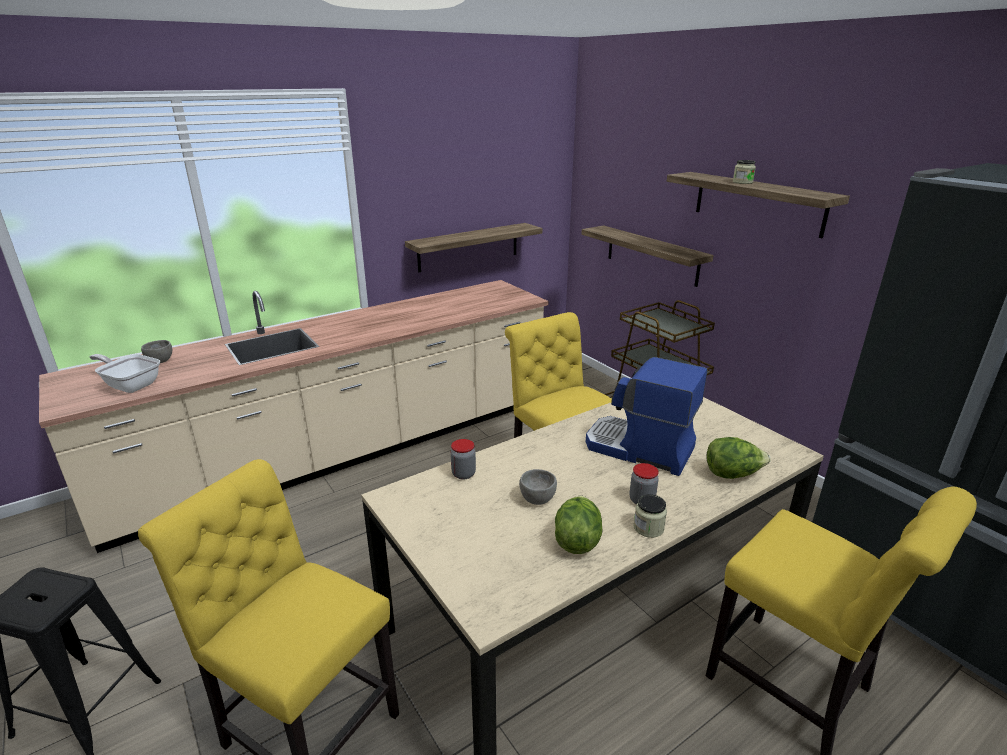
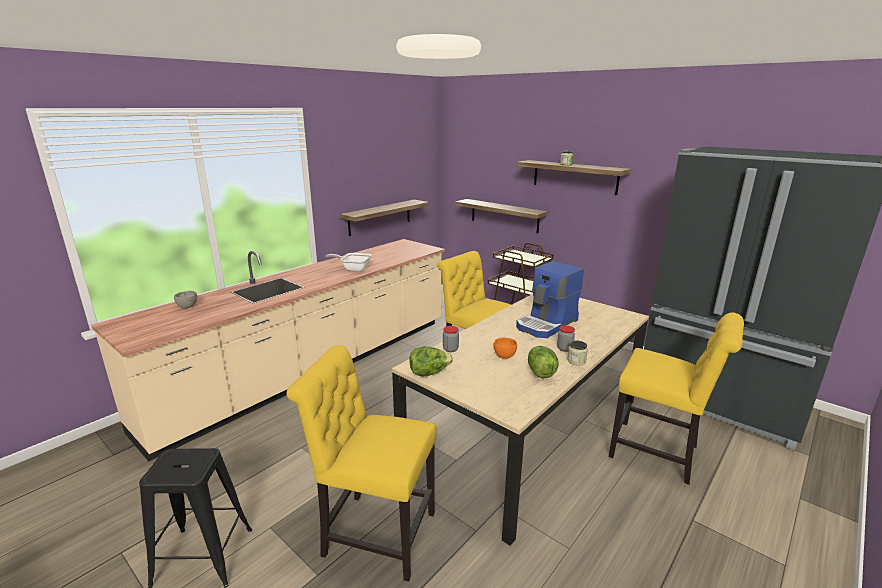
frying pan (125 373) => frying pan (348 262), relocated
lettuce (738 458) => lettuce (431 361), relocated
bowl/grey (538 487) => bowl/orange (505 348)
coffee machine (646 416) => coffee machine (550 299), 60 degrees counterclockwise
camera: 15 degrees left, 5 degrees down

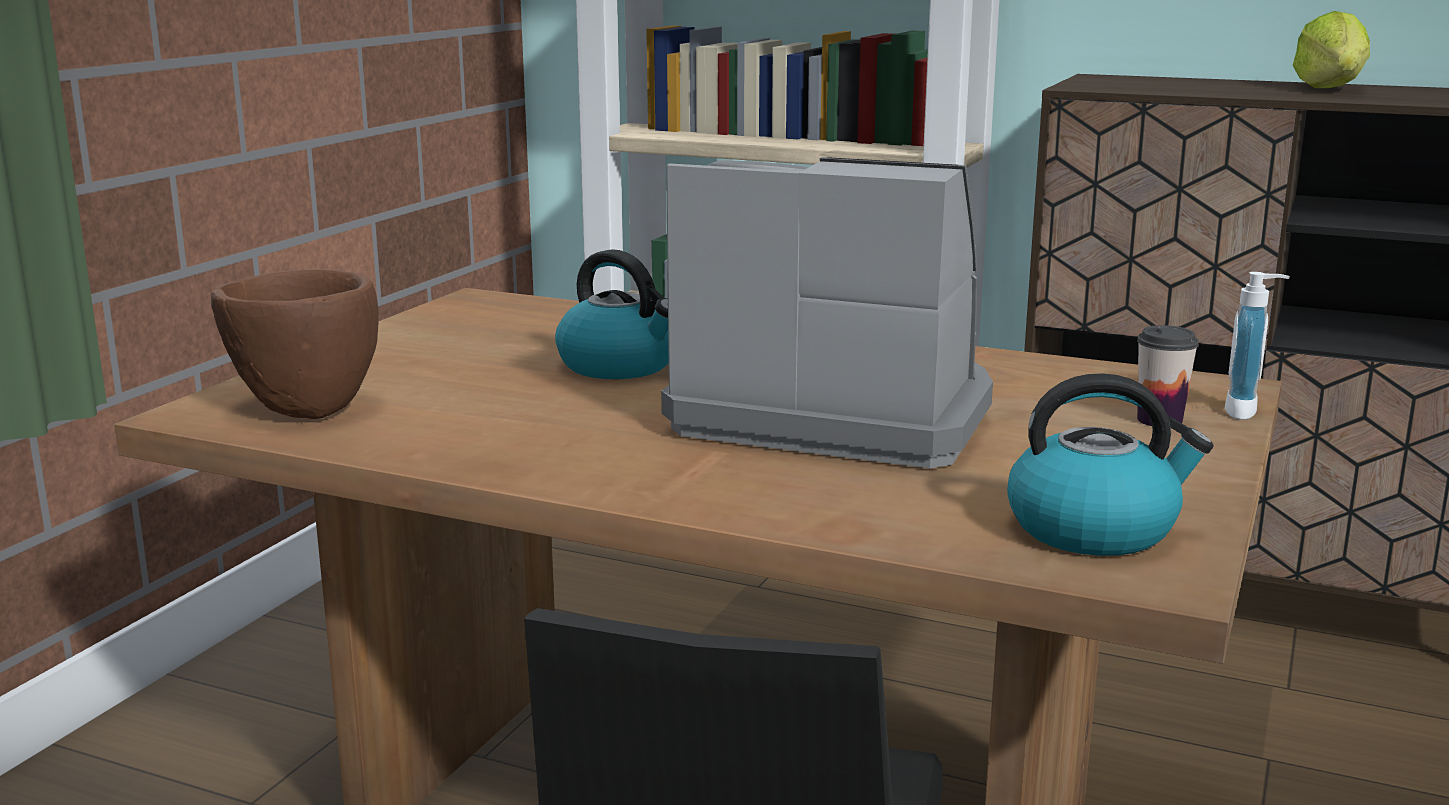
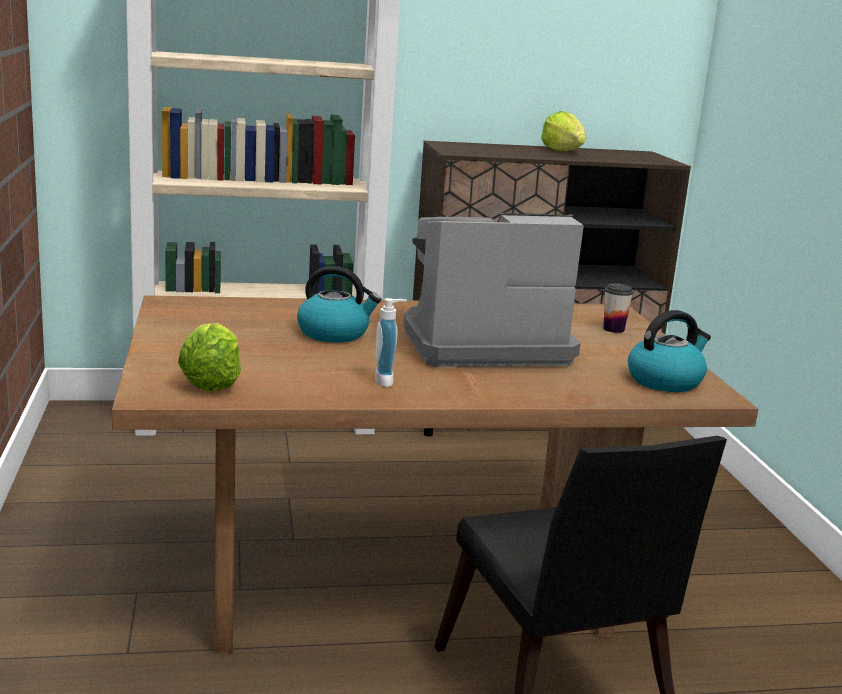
soap dispenser (1257 346) => soap dispenser (391 342), relocated
bowl/brown (295 344) => lettuce (209 357)
camera: 35 degrees left, 0 degrees up

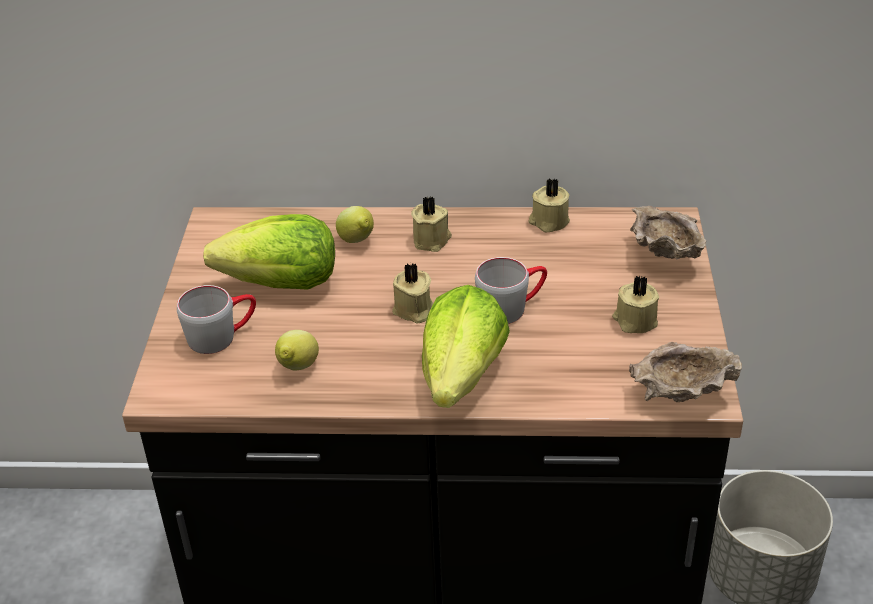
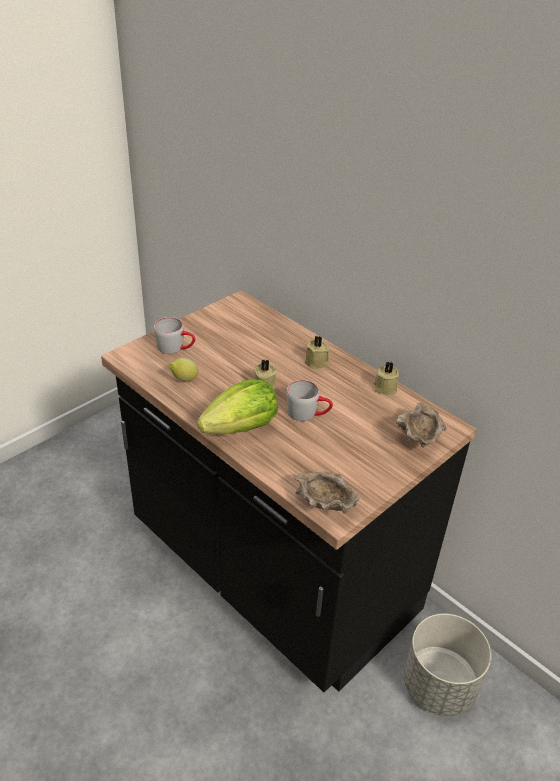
lettuce (269 252) => nothing
lemon (355 224) => nothing
candle/beige (635 304) => nothing
camera: 40 degrees right, 0 degrees up

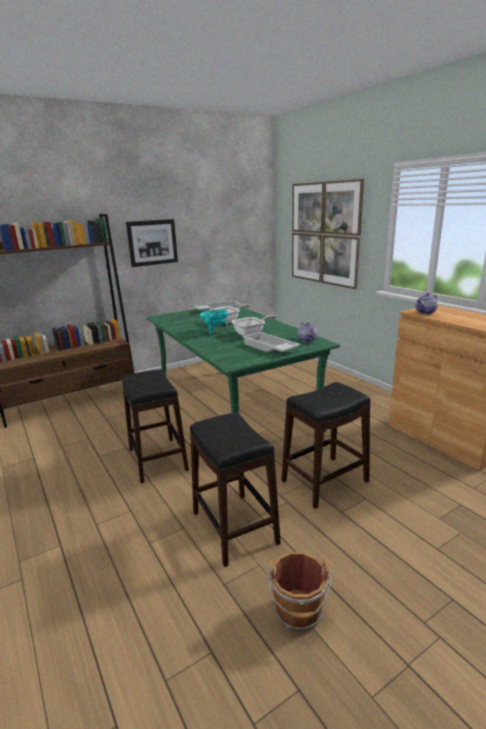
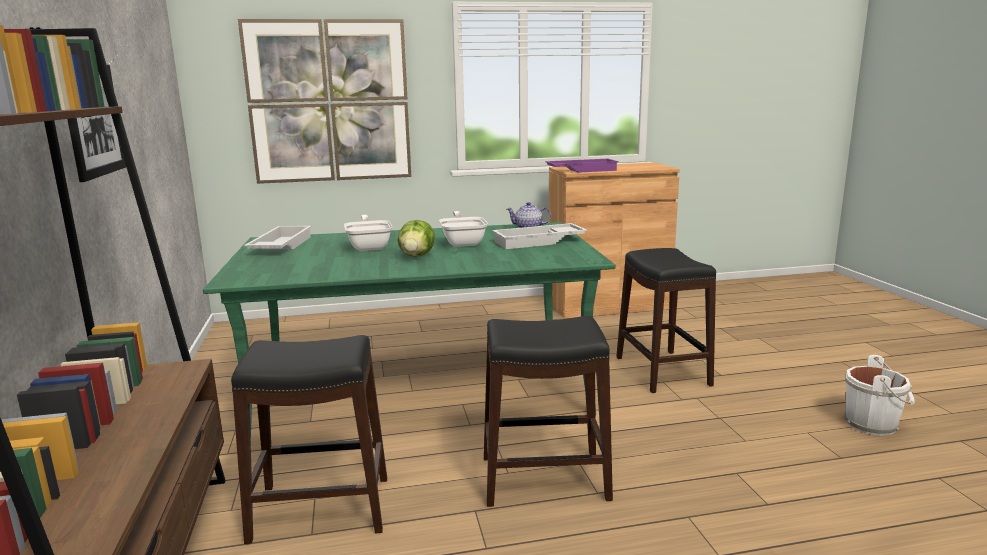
stool/black (235 490) => stool/black (309 439), relocated
cooking pot/turquoise (214 322) => lettuce (416 238)
teapot (426 303) => tray/purple (582 166)
bucket/brown (299 592) => bucket/white (879 395)
camera: 70 degrees left, 5 degrees down

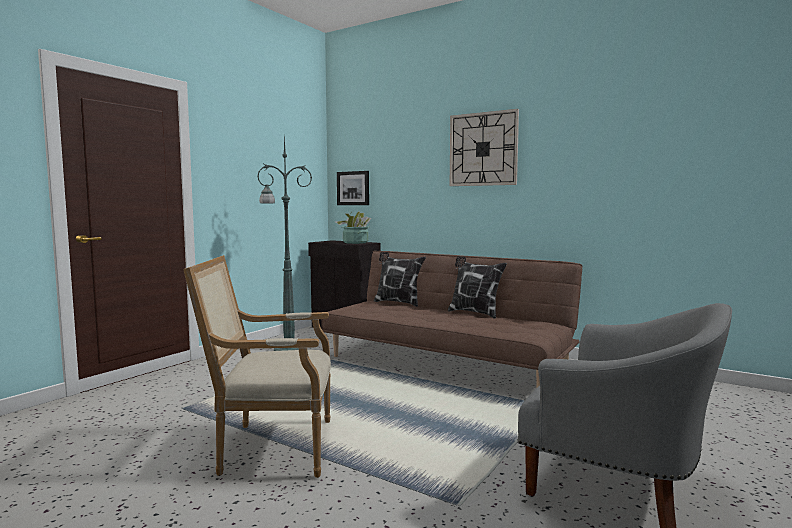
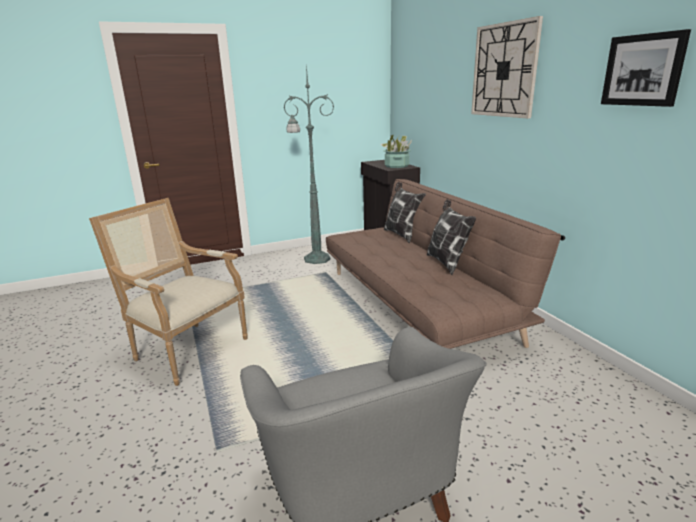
picture (353 188) => picture (646 68), relocated
camera: 35 degrees right, 15 degrees up

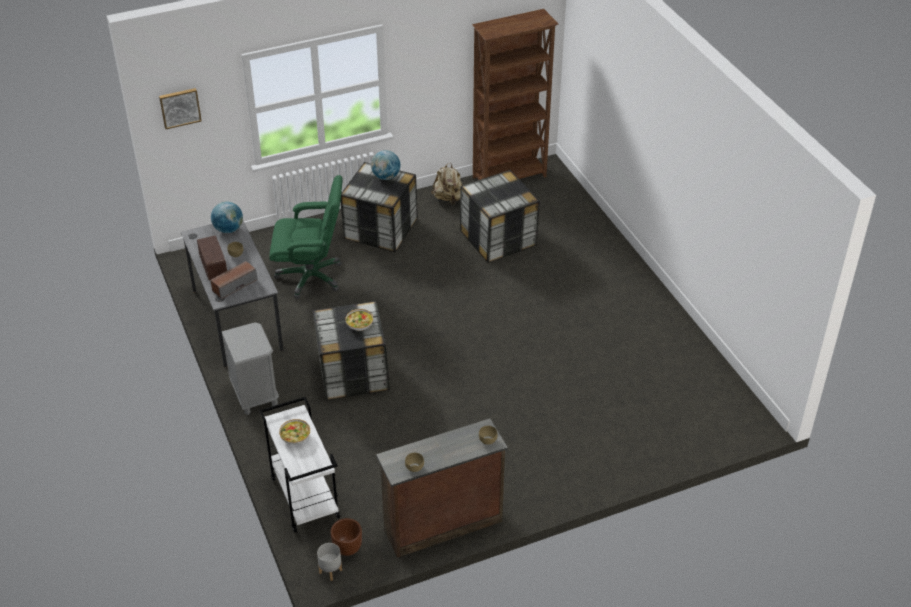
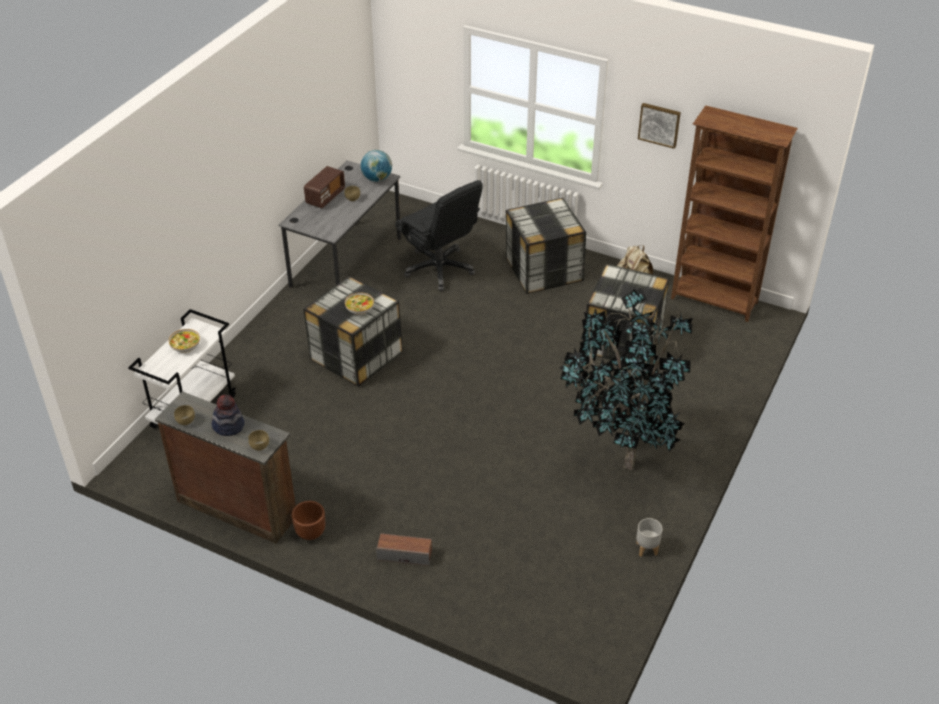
nightstand/grey (250 368) => nothing
globe (385 165) => nothing
nothing => hat (228 415)
nothing => potted plant (626 379)
picture (180 108) => picture (659 126), relocated
speaker (233 280) => speaker (404 549), relocated
planter/grey (329 562) => planter/grey (649 537), relocated
planter/brown (346 537) => planter/brown (308 520), relocated
office chair/green (306 237) => office chair/black (439 235)
camera: 50 degrees right, 0 degrees up

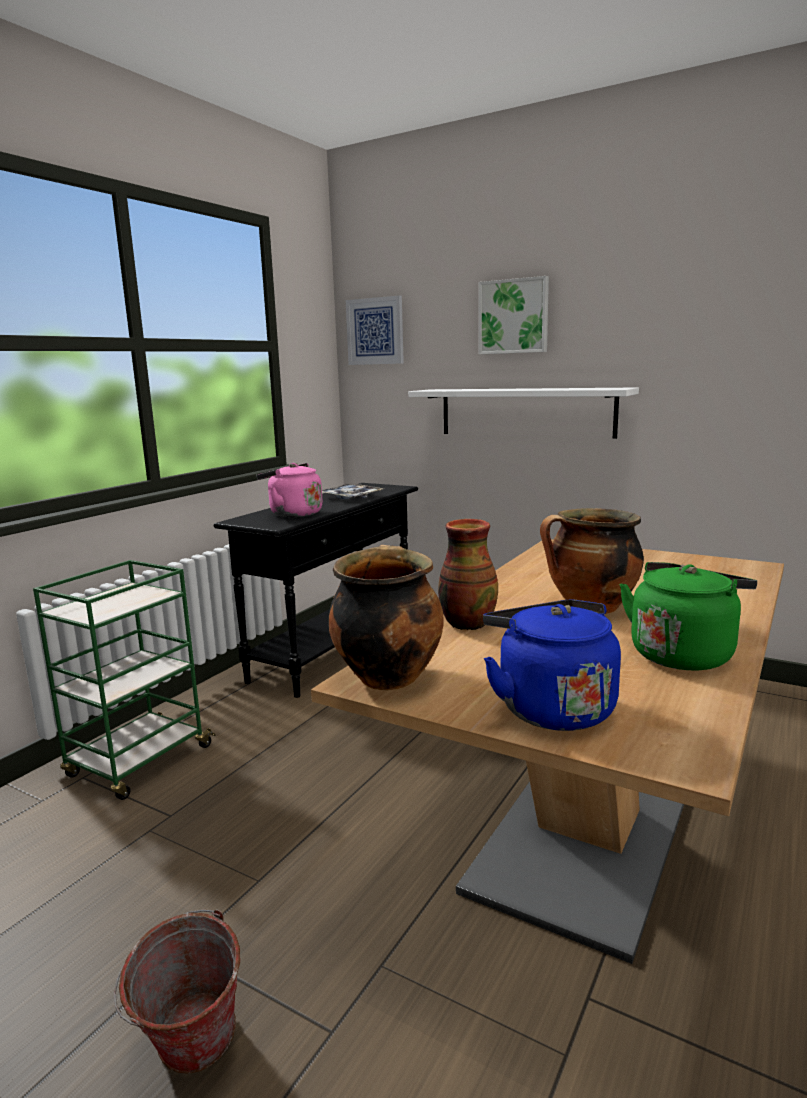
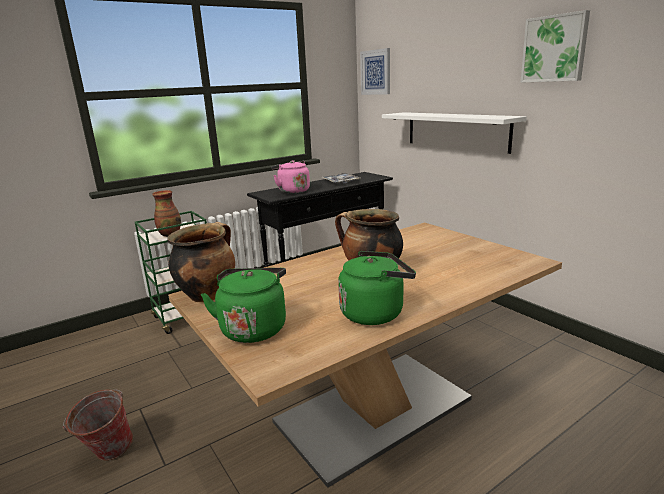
vase (468 574) => vase (166 213), relocated
picture (514 315) => picture (555 46), relocated
kettle/blue (552 665) => kettle/green (243 305)
camera: 25 degrees right, 5 degrees up

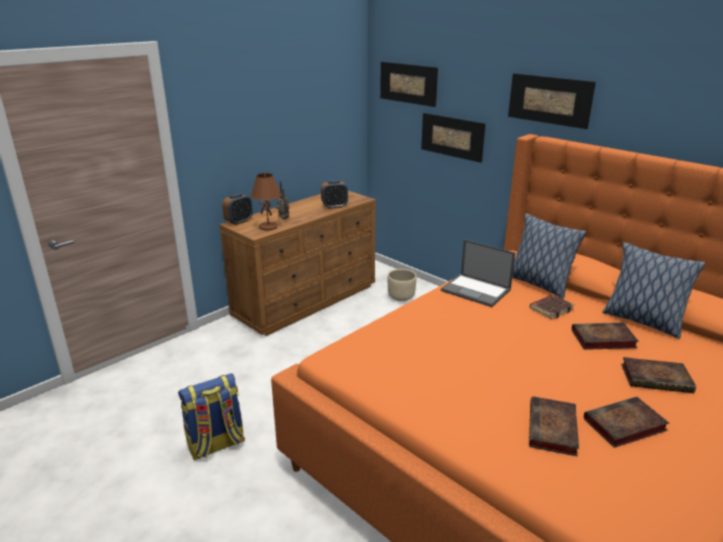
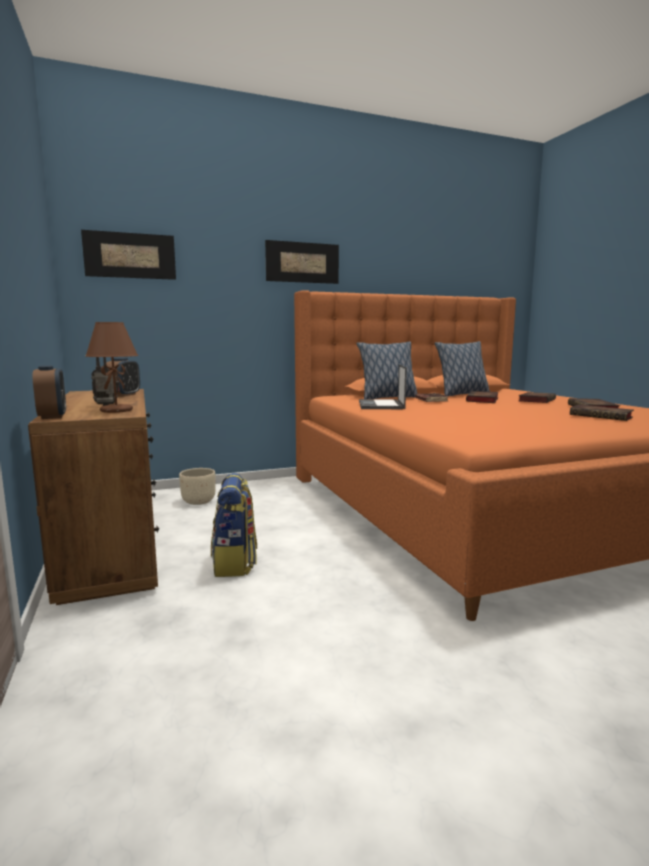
picture (453 138) => nothing
backpack (211 417) => backpack (234 525), relocated
laptop (478 273) => laptop (383 386), 120 degrees clockwise
camera: 65 degrees left, 15 degrees down

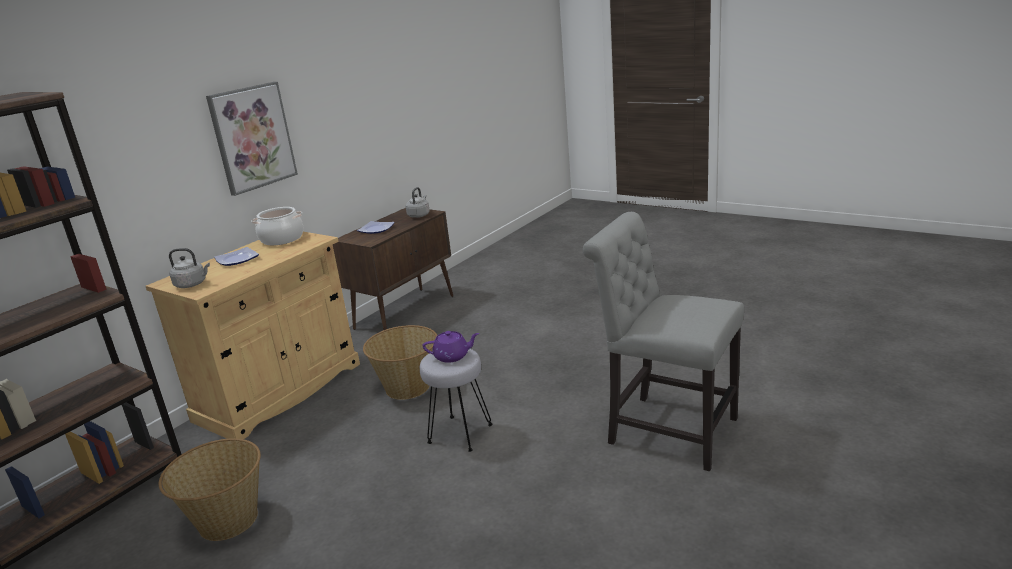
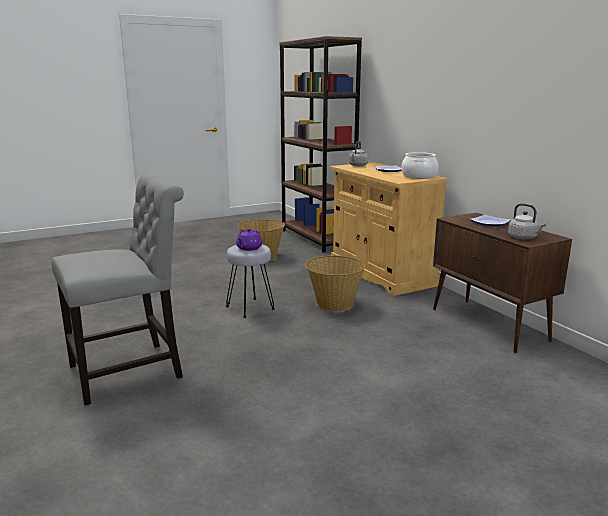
picture (252 139) => nothing
camera: 115 degrees right, 5 degrees down

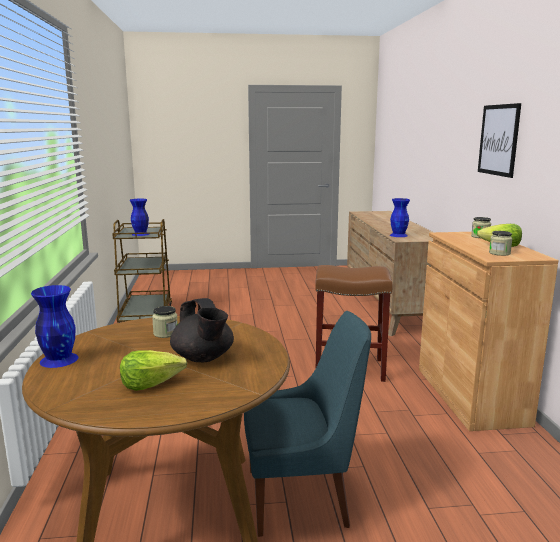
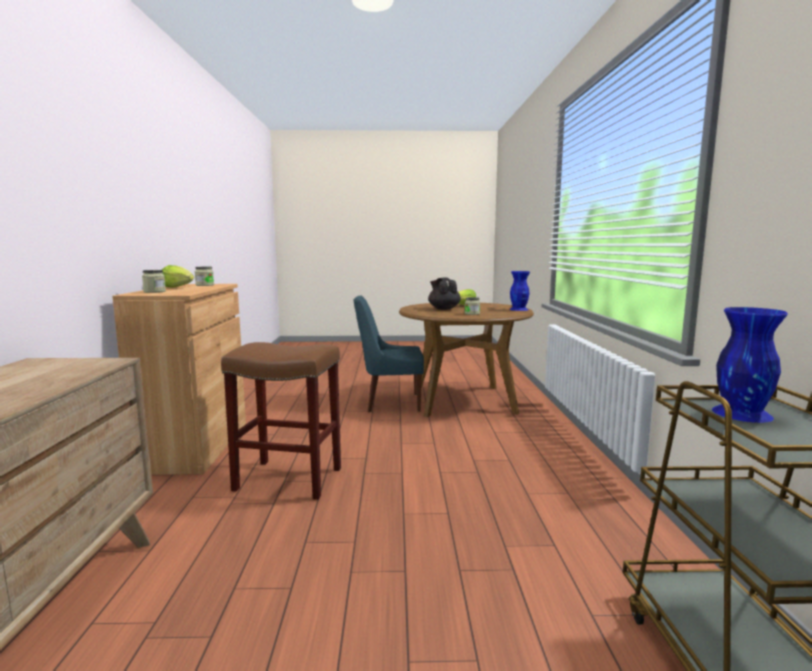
vase/blue (400 217) => nothing
picture (499 140) => nothing
camera: 175 degrees left, 5 degrees down

